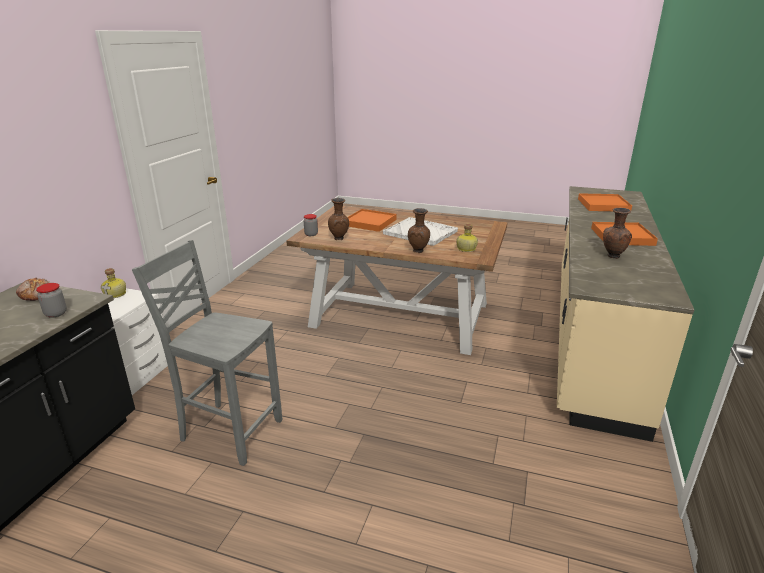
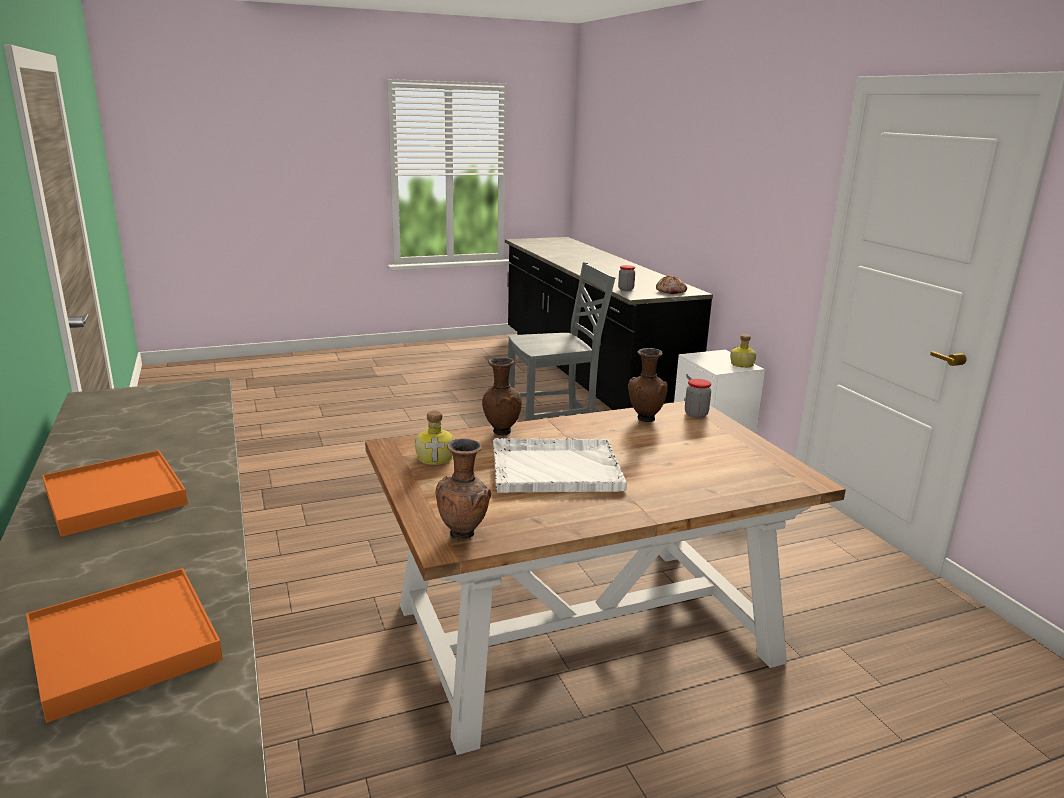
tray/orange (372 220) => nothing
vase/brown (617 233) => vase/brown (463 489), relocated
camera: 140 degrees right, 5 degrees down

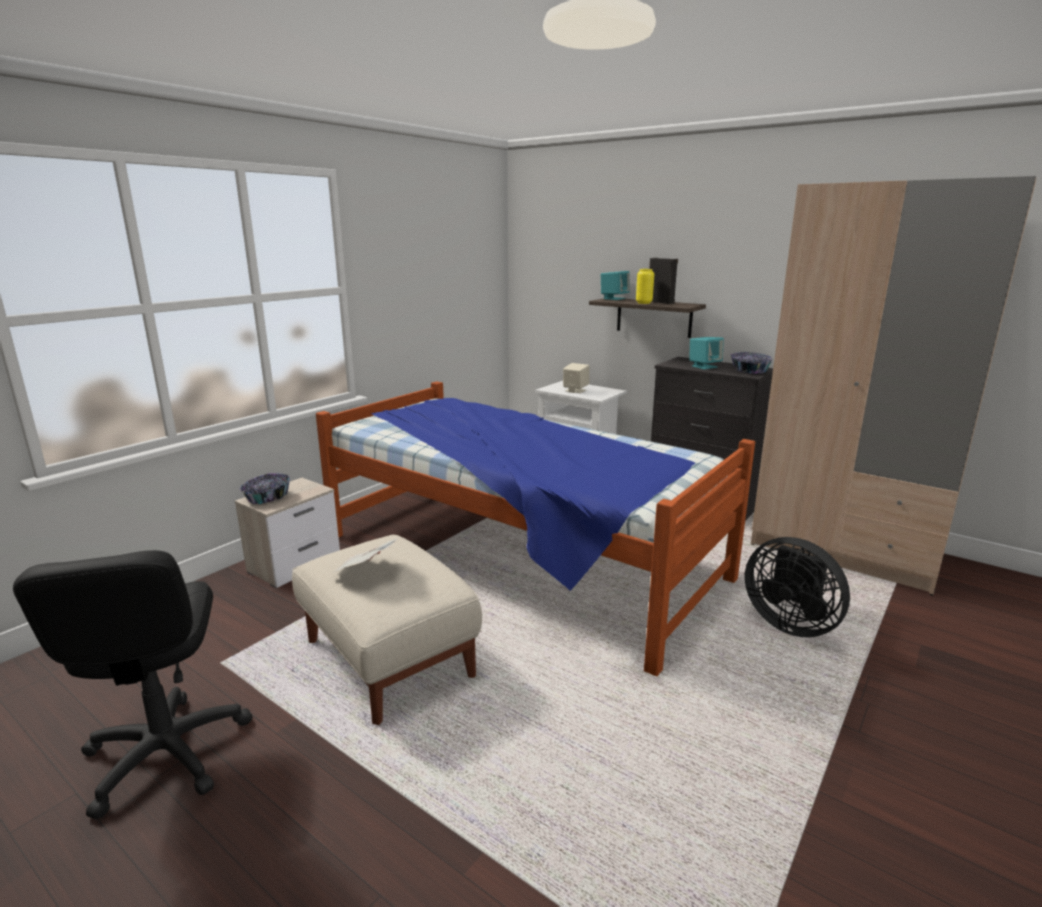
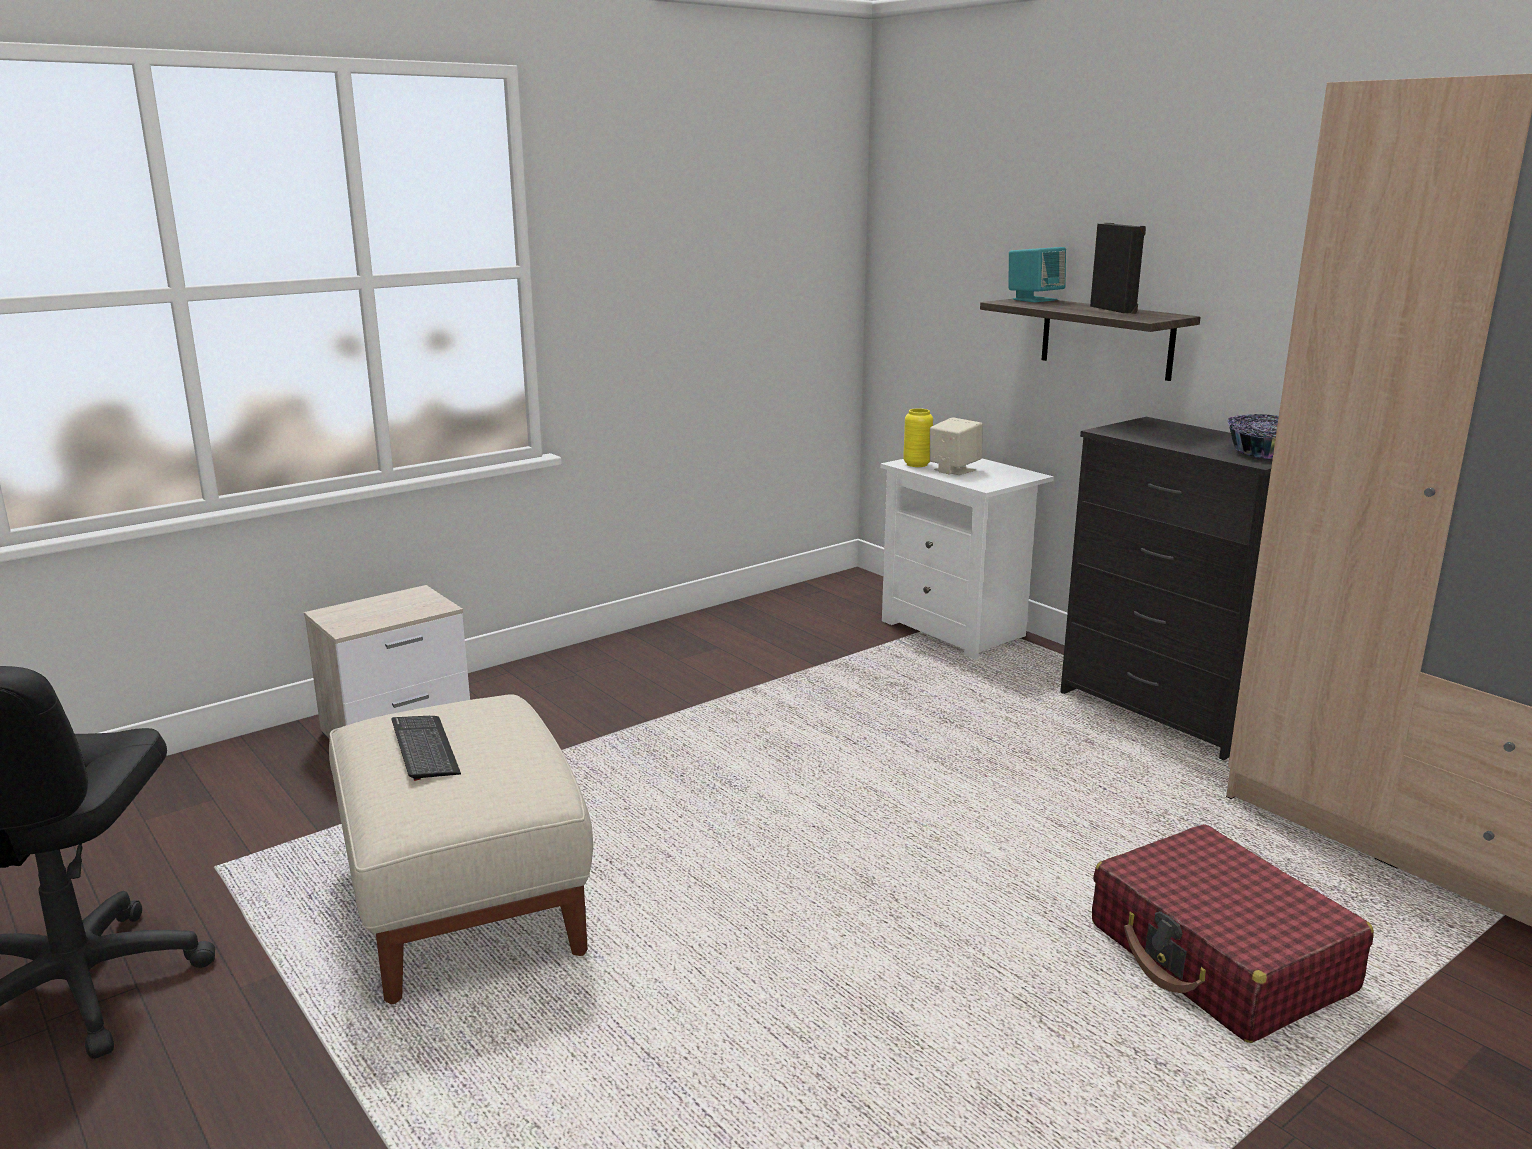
bowl (265 488) => nothing
bed (535 528) => nothing
speaker/turquoise (706 353) => nothing
vase/yellow (645 286) => vase/yellow (918 437), relocated
newspaper (365 555) => keyboard (426 748)
fan/black (797 587) => suitcase/red (1233 933)
camera: 15 degrees right, 0 degrees up

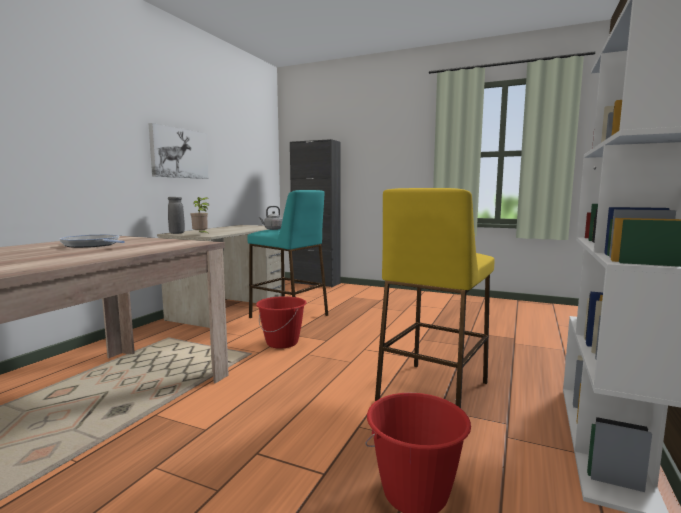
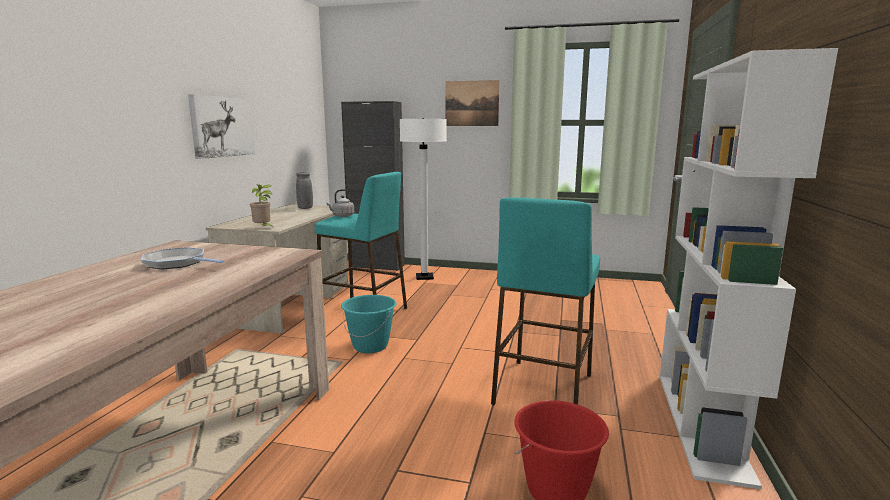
nothing => floor lamp/white (423 199)
nothing => picture (473 103)
vase/grey (176 215) => vase/grey (304 190), relocated
bucket/red (281 322) => bucket/turquoise (368 324)
stool/yellow (434 298) => stool/turquoise (545 301)
camera: 10 degrees left, 5 degrees up

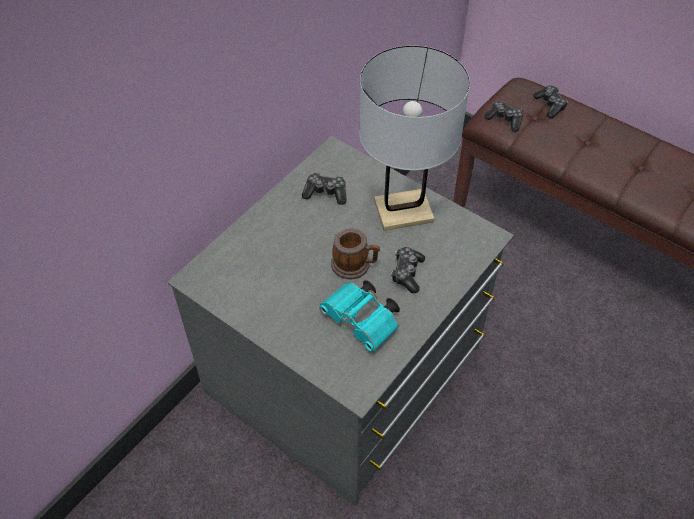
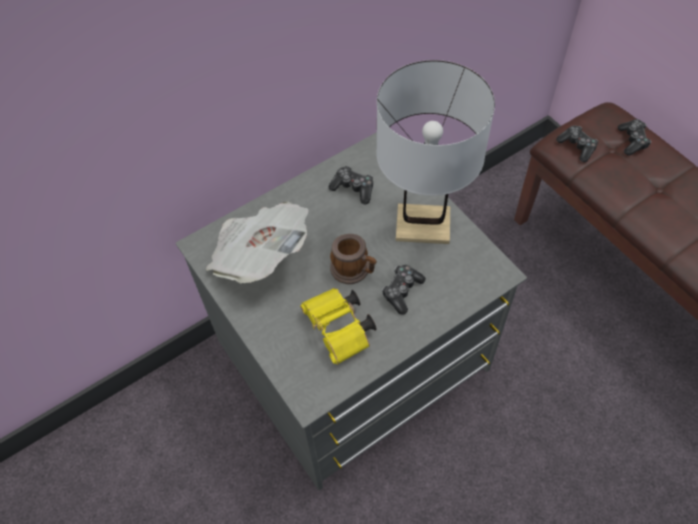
nothing => newspaper (257 242)
binoculars/turquoise (359 315) => binoculars/yellow (338 326)
camera: 20 degrees right, 5 degrees up

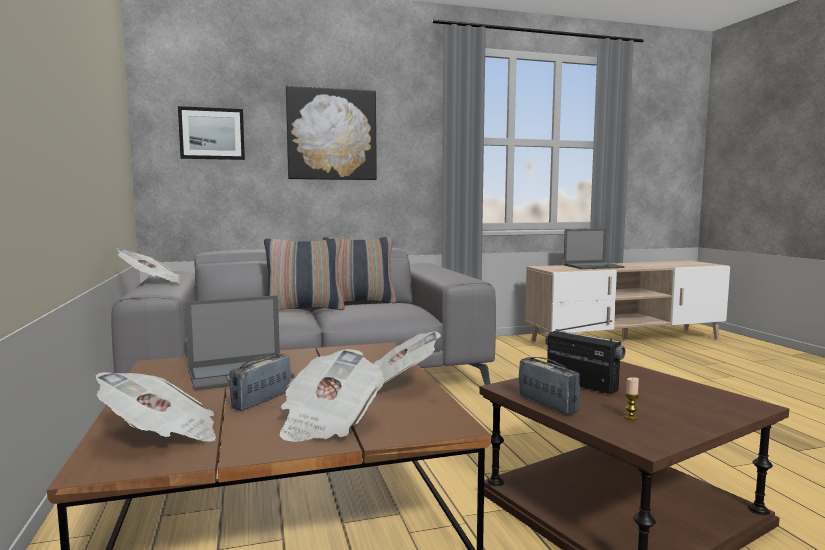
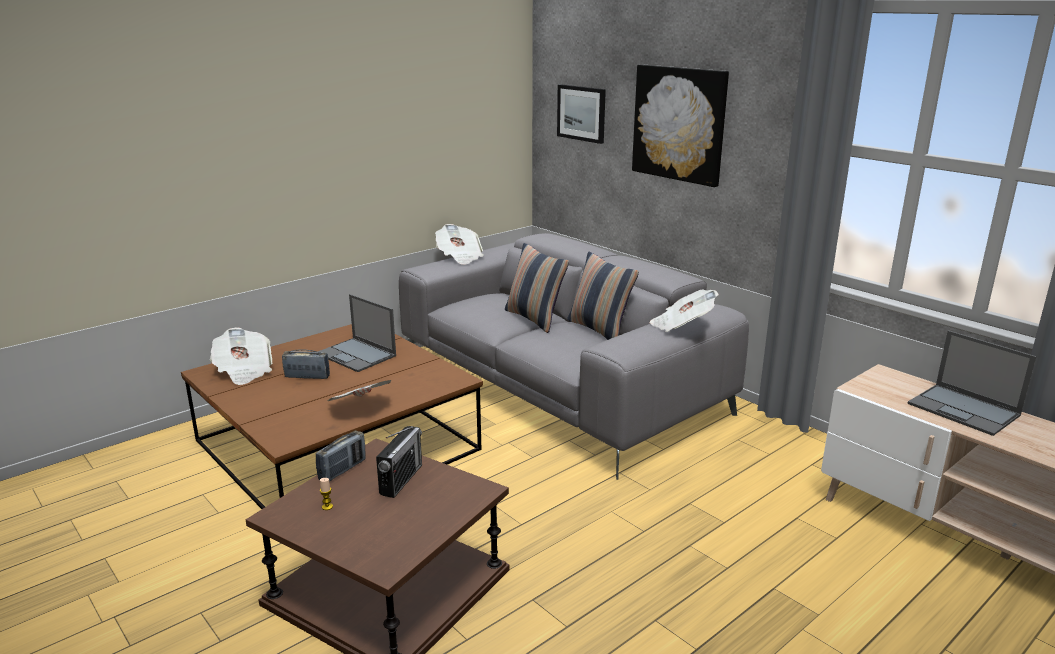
newspaper (331 395) => newspaper (684 310), relocated
camera: 65 degrees right, 15 degrees up

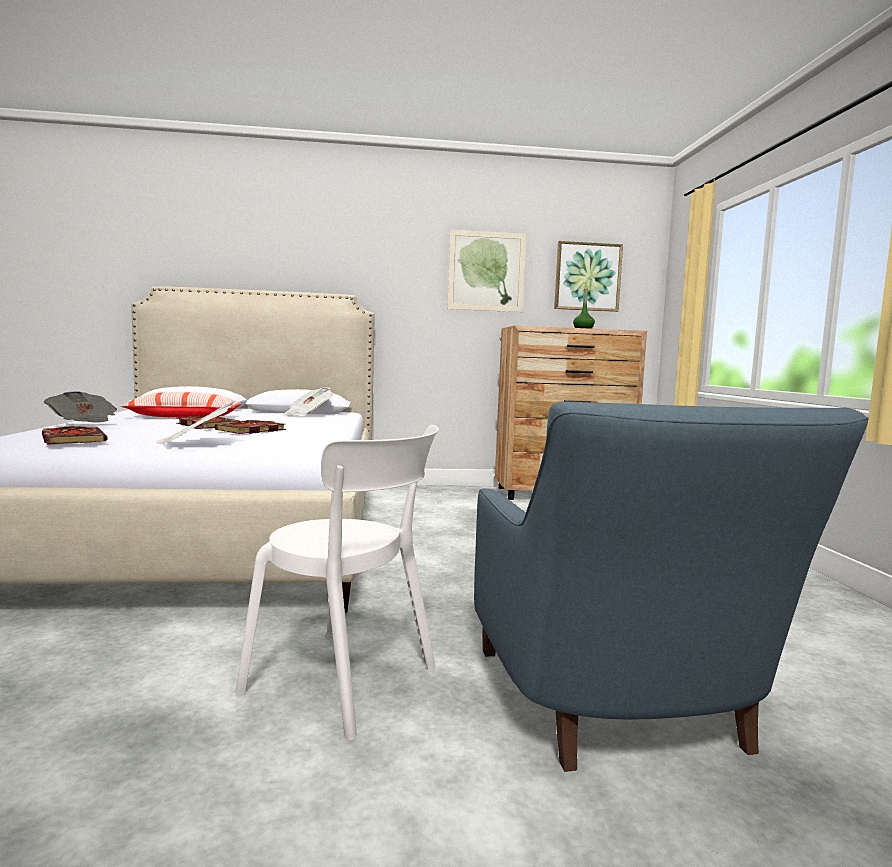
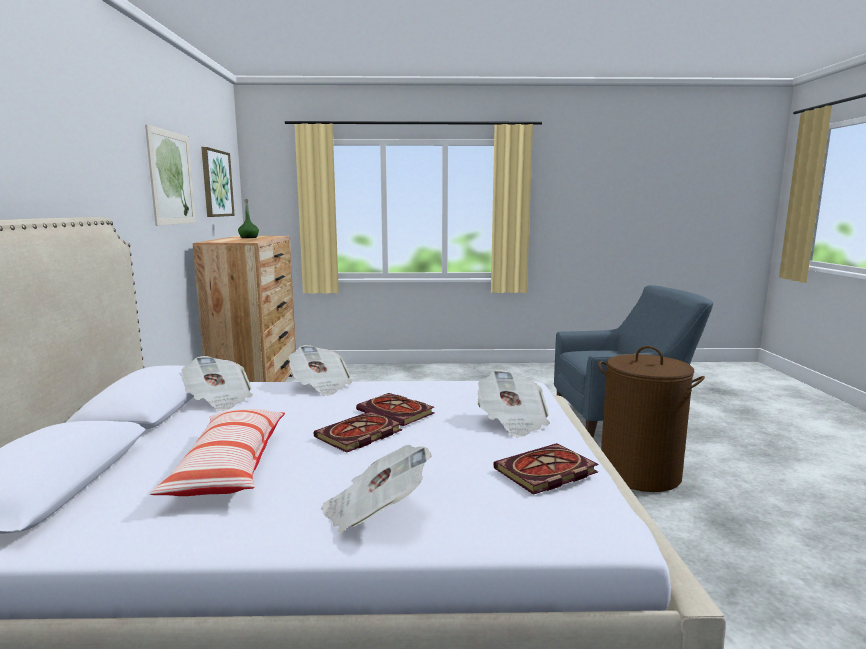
nothing => newspaper (320 370)
chair/white (337 583) => laundry basket/brown (651 419)
camera: 85 degrees left, 5 degrees up

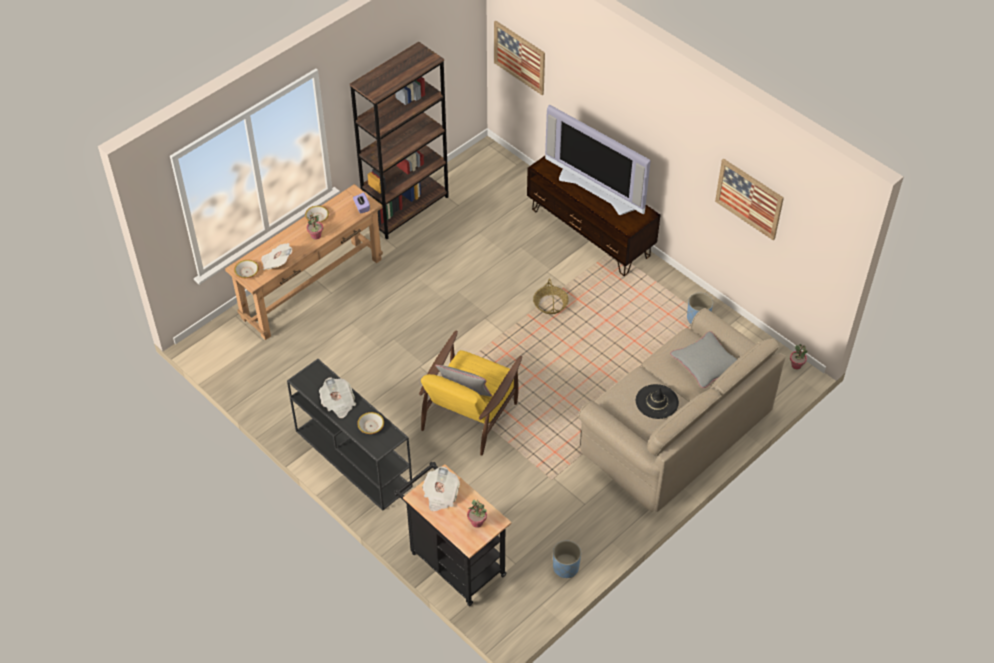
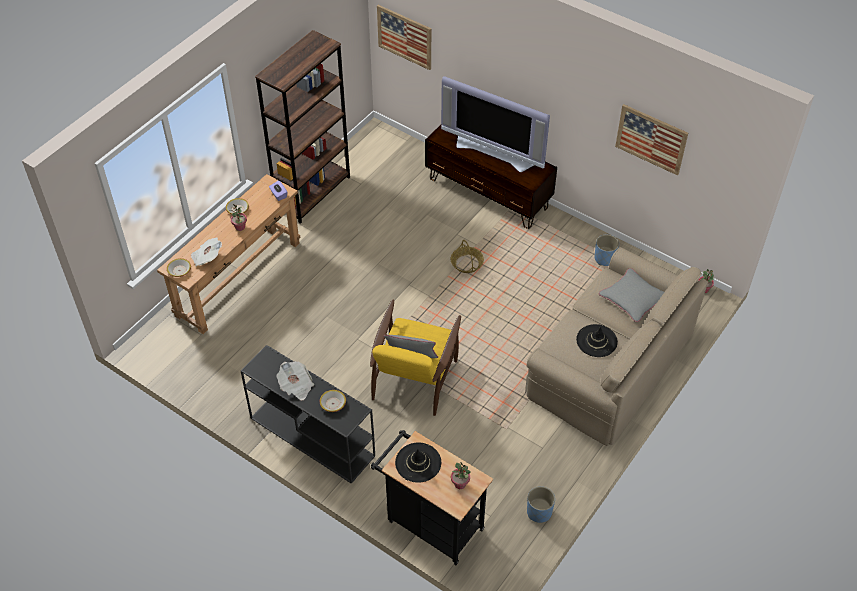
newspaper (441 489) => hat/black (418 463)
camera: 10 degrees left, 0 degrees up

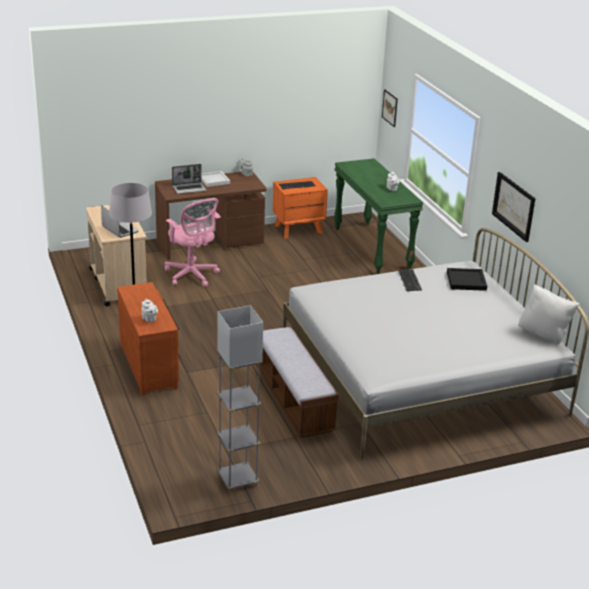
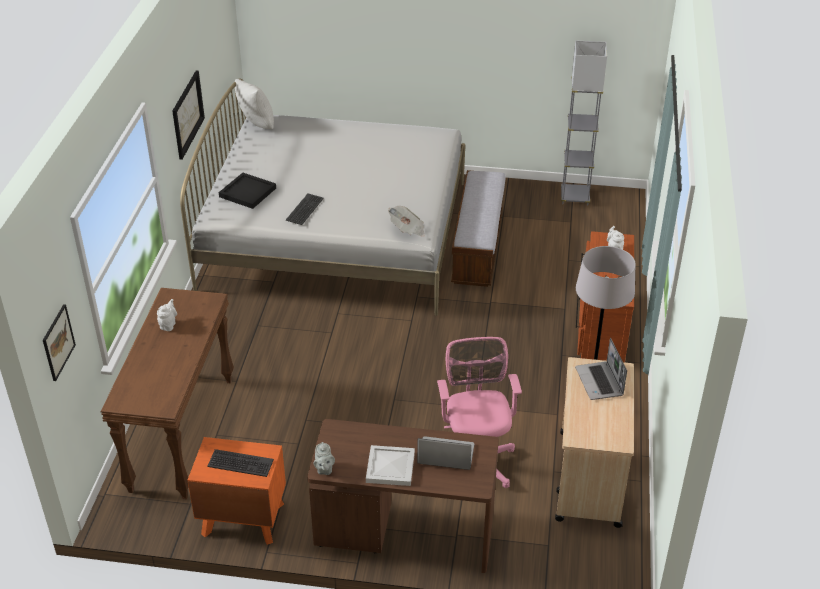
nothing => newspaper (406 221)
console table/green (378 216) => console table/brown (167 393)
camera: 150 degrees left, 10 degrees up

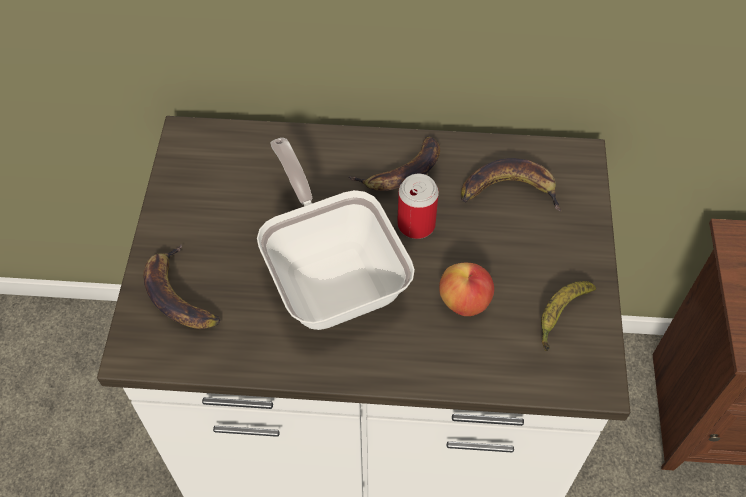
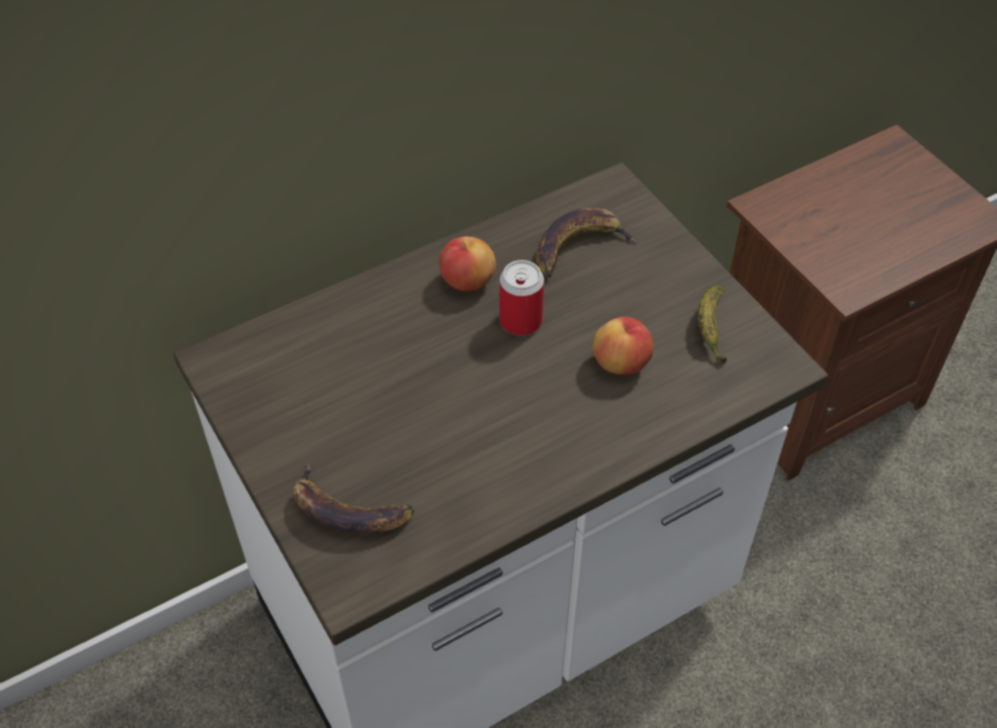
frying pan (336 234) => nothing
banana (394 163) => apple (467 263)
camera: 35 degrees left, 5 degrees down

